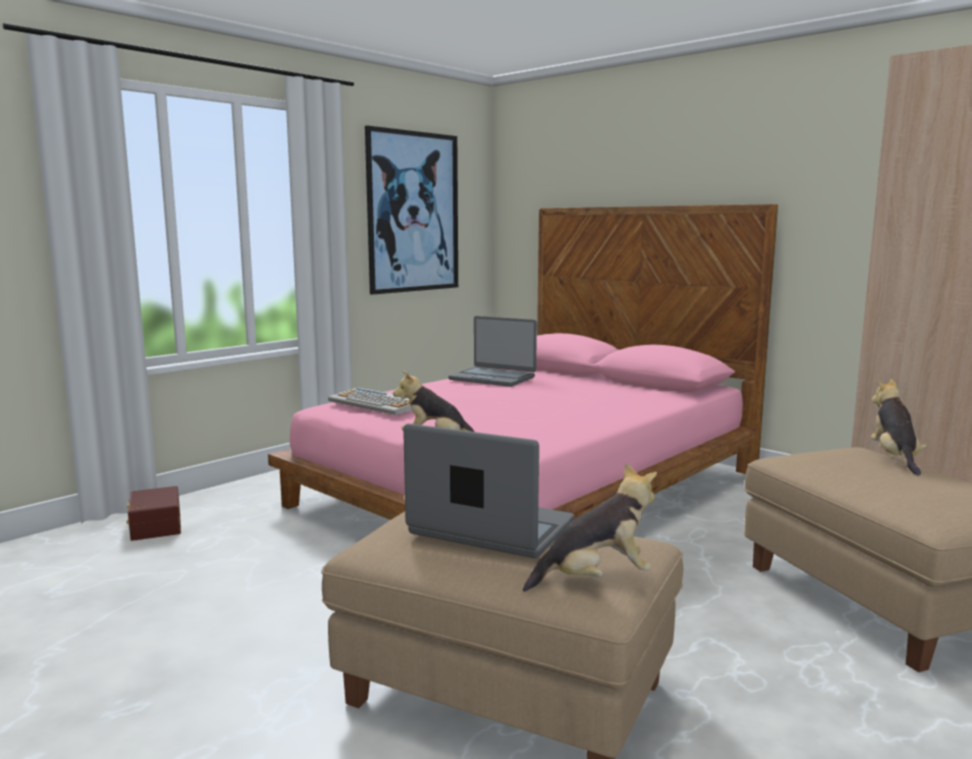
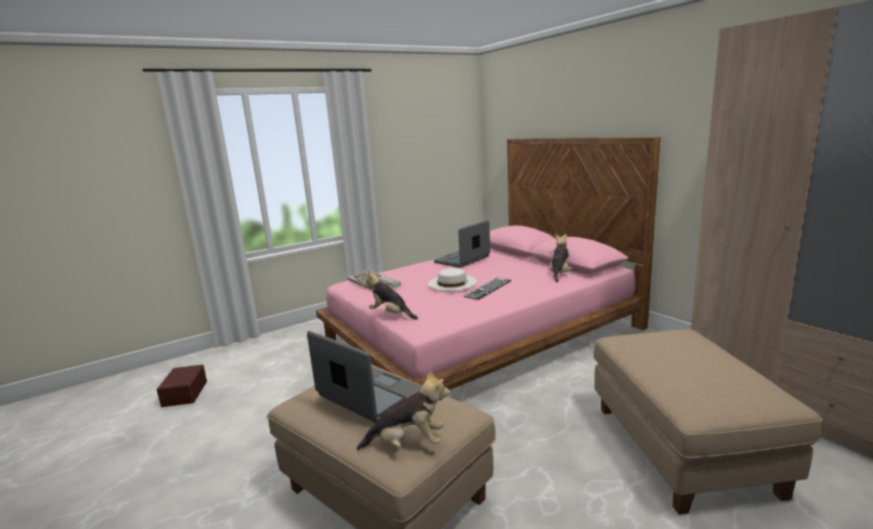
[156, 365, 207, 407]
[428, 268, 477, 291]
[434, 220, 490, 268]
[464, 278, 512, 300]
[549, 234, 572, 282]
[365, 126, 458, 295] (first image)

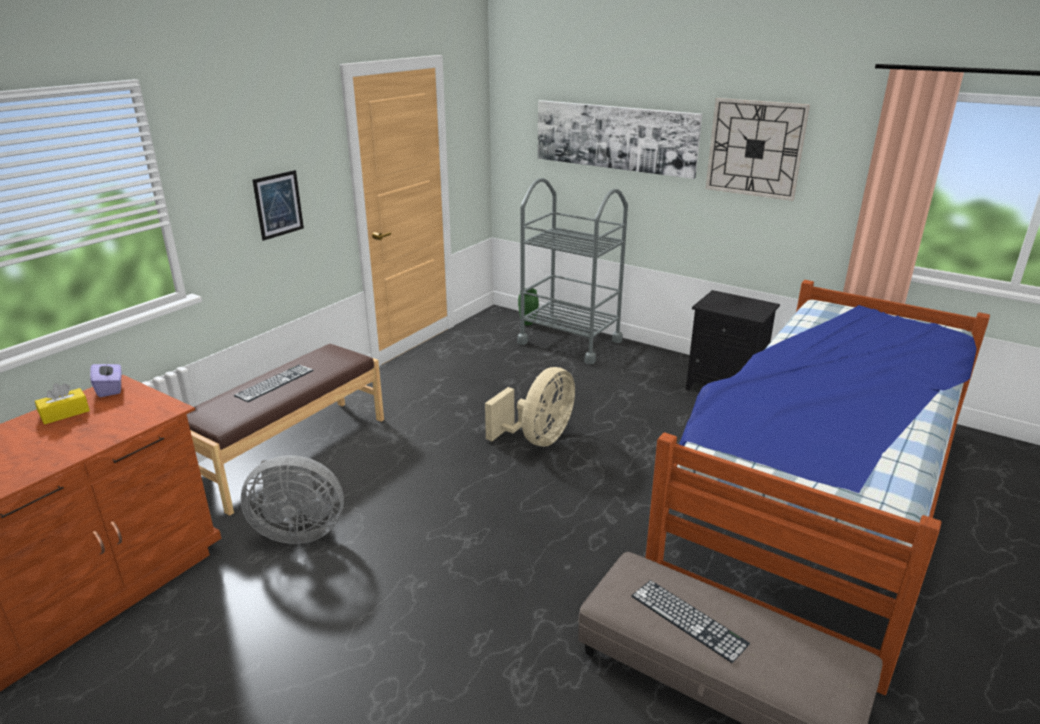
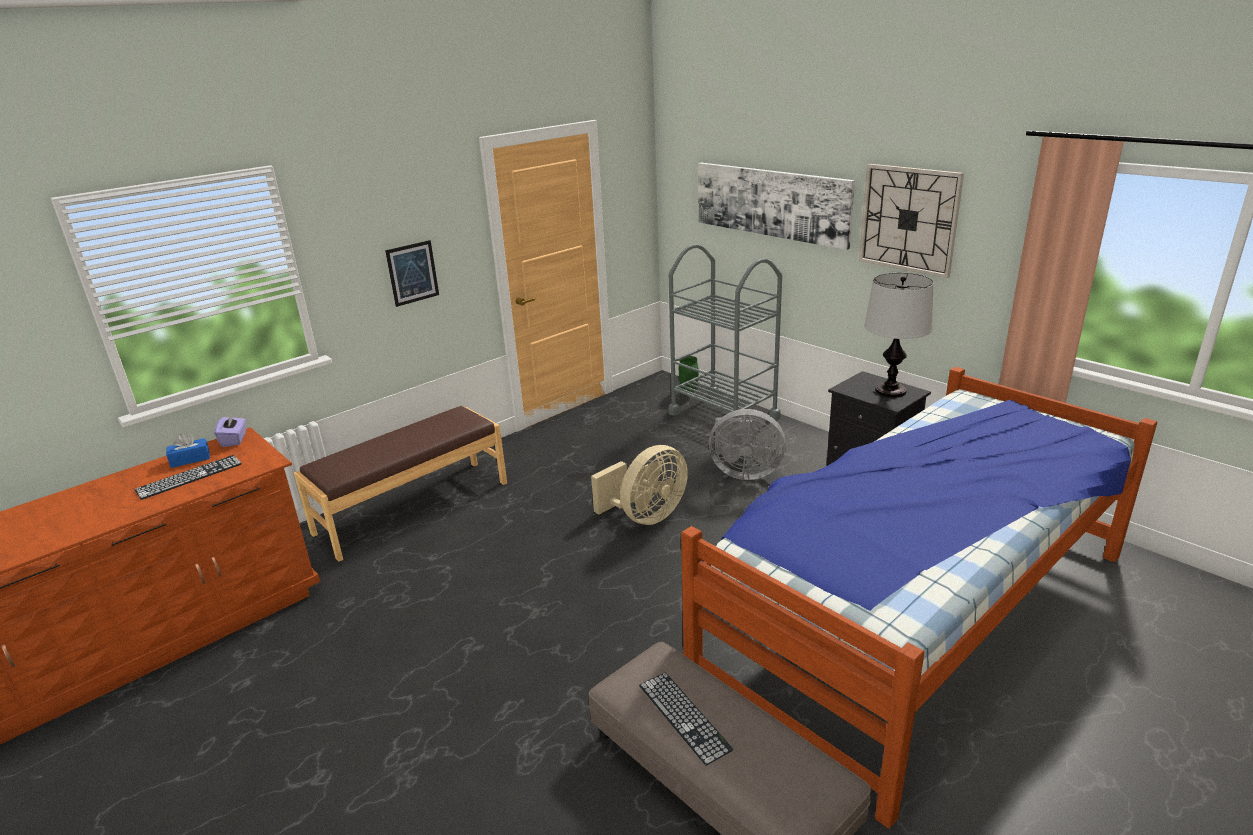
[134, 455, 242, 500]
[166, 433, 210, 468]
[709, 409, 786, 480]
[864, 273, 934, 398]

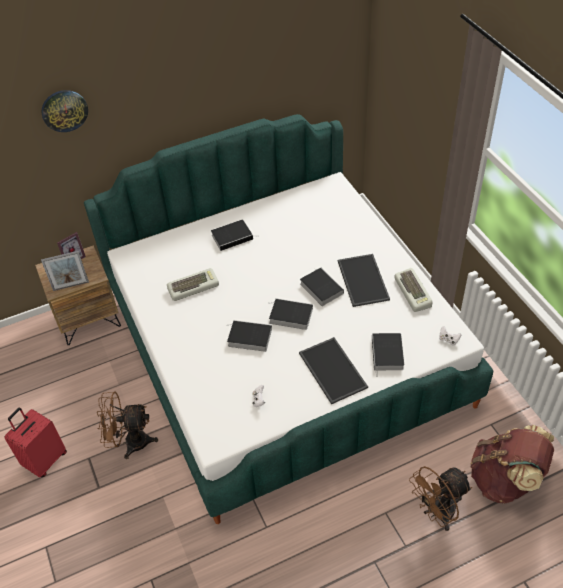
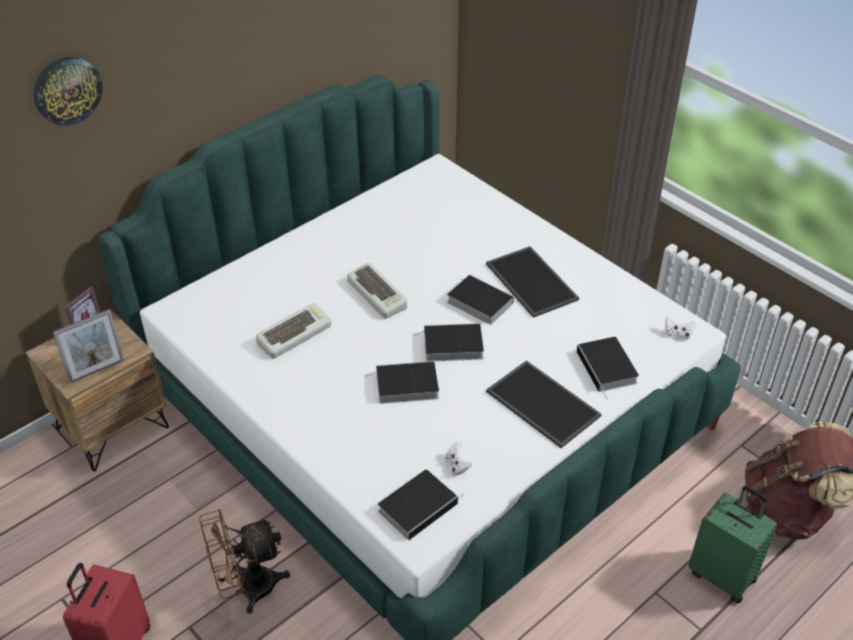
[347, 262, 407, 318]
[378, 469, 464, 540]
[689, 485, 777, 603]

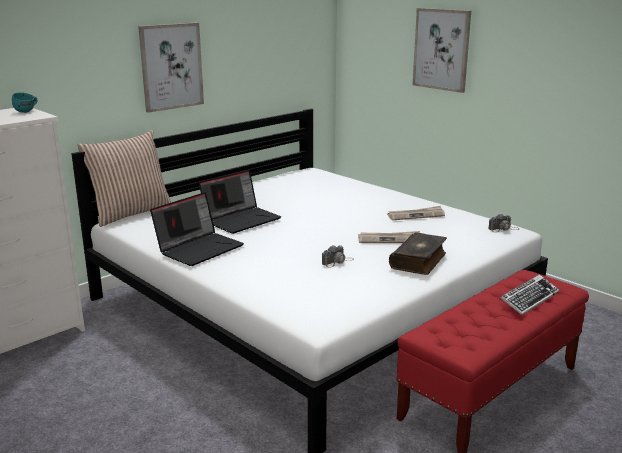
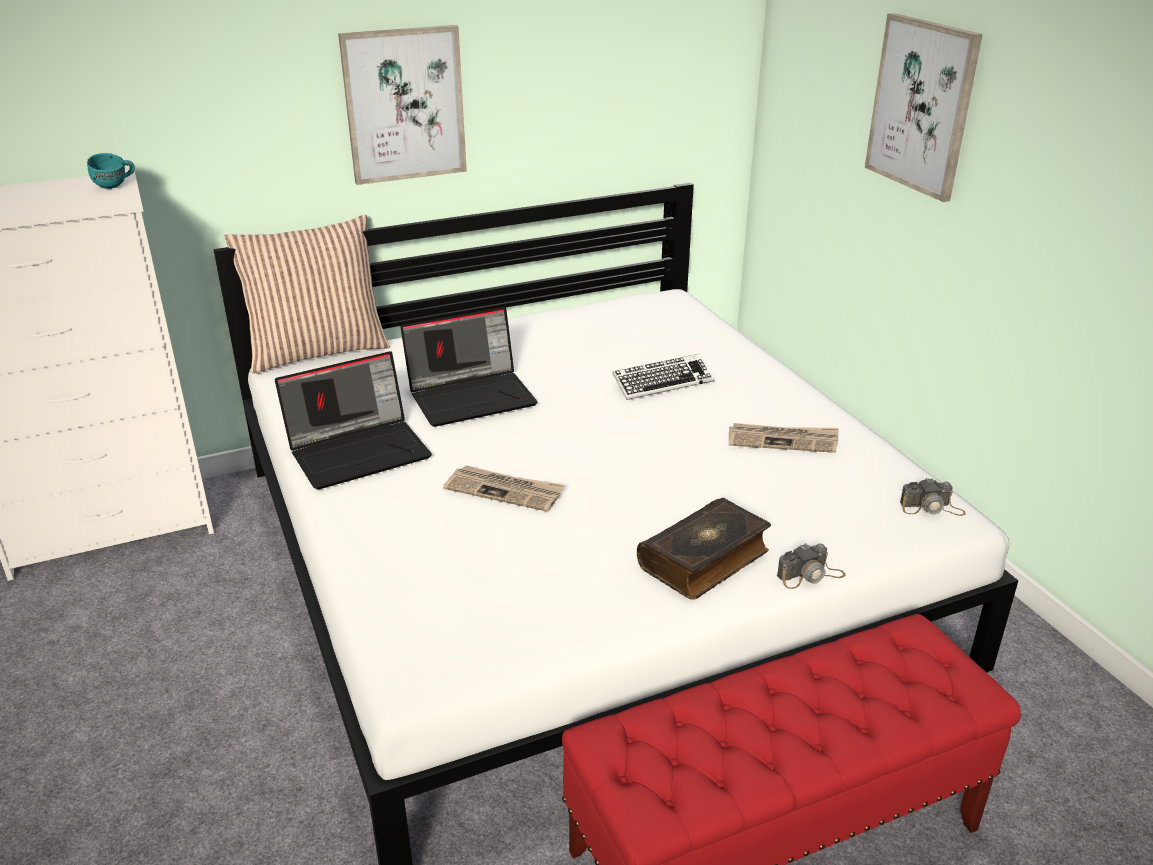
[443, 465, 565, 512]
[612, 354, 715, 400]
[777, 544, 845, 589]

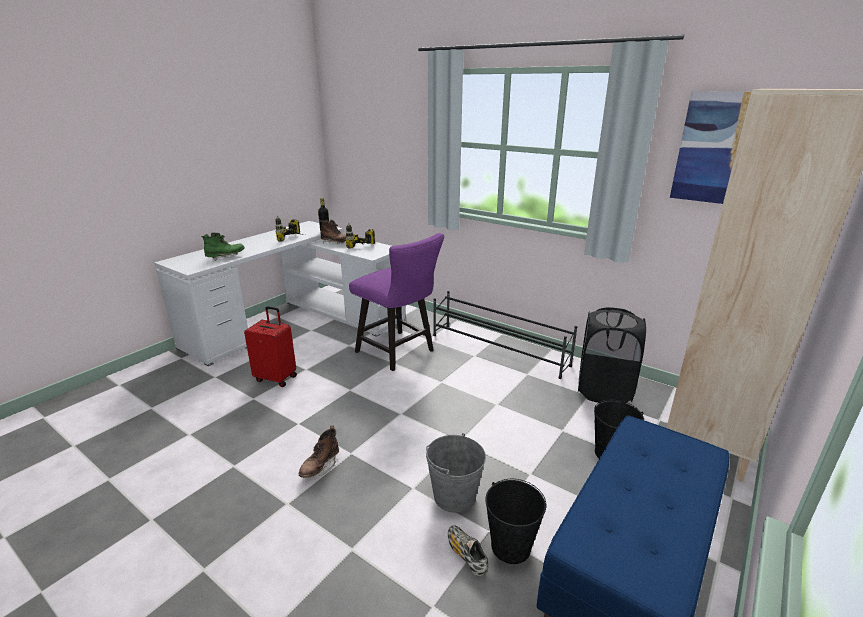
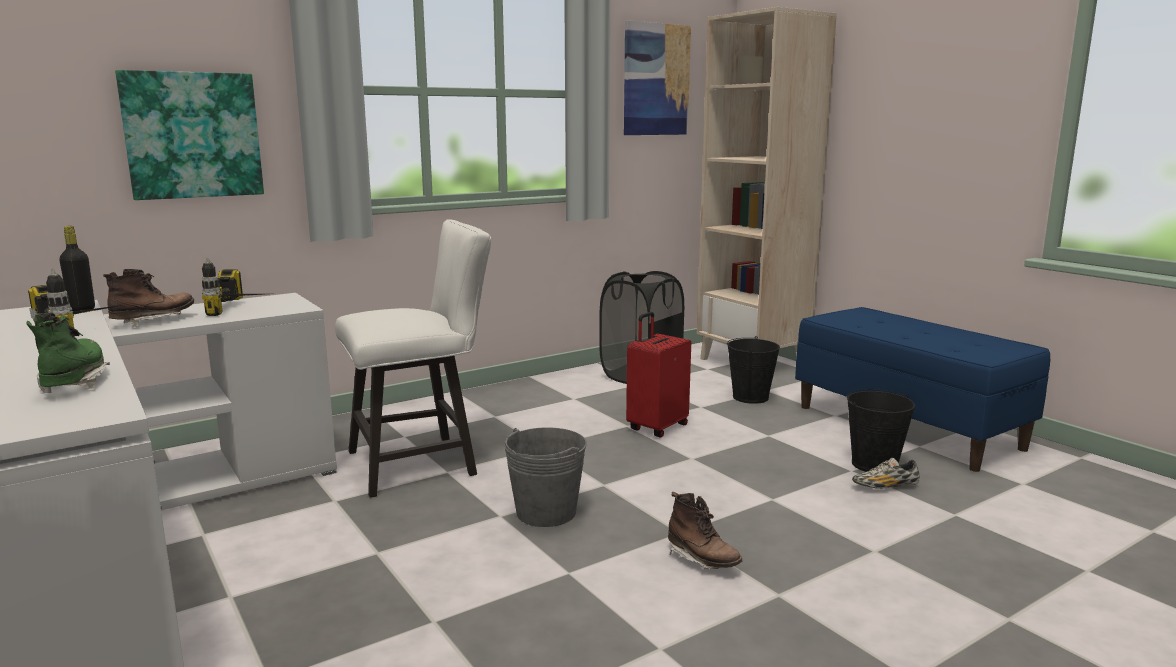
[115, 70, 264, 200]
[335, 219, 491, 498]
[504, 427, 587, 527]
[626, 312, 691, 437]
[433, 291, 577, 379] (first image)

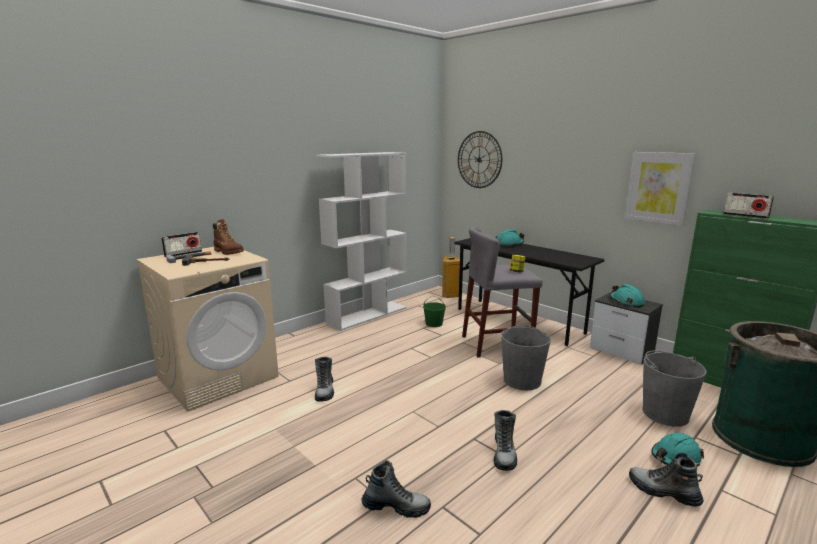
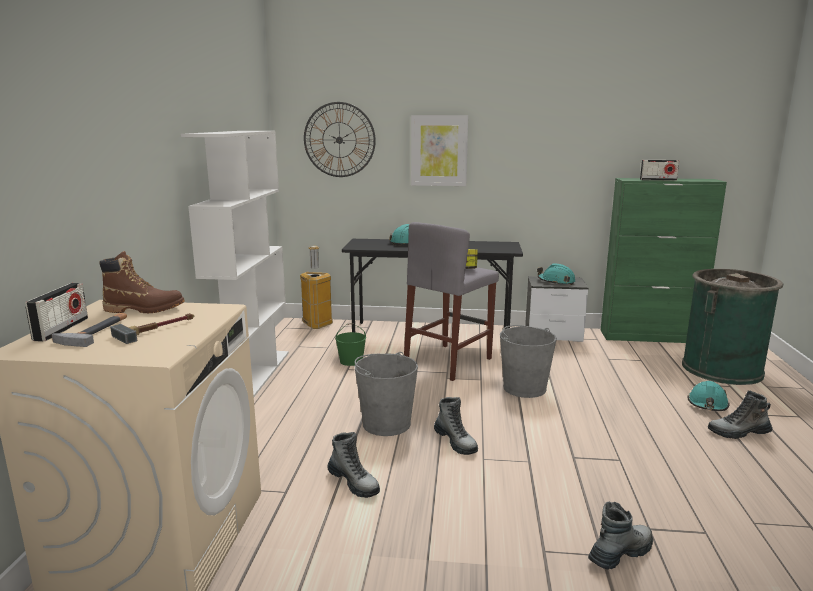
[354, 352, 418, 436]
[411, 115, 468, 186]
[434, 397, 478, 455]

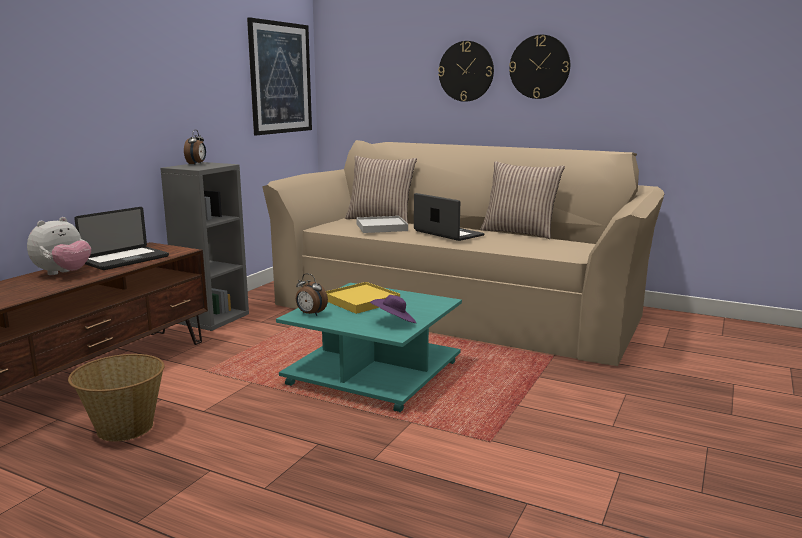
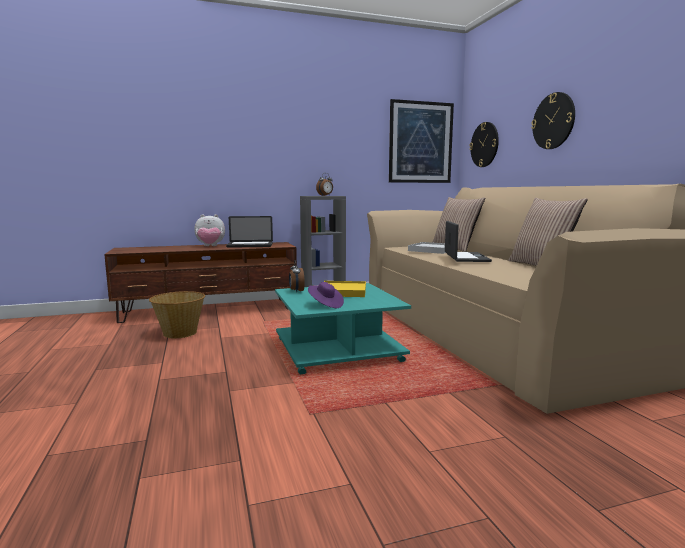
[469, 122, 499, 167]

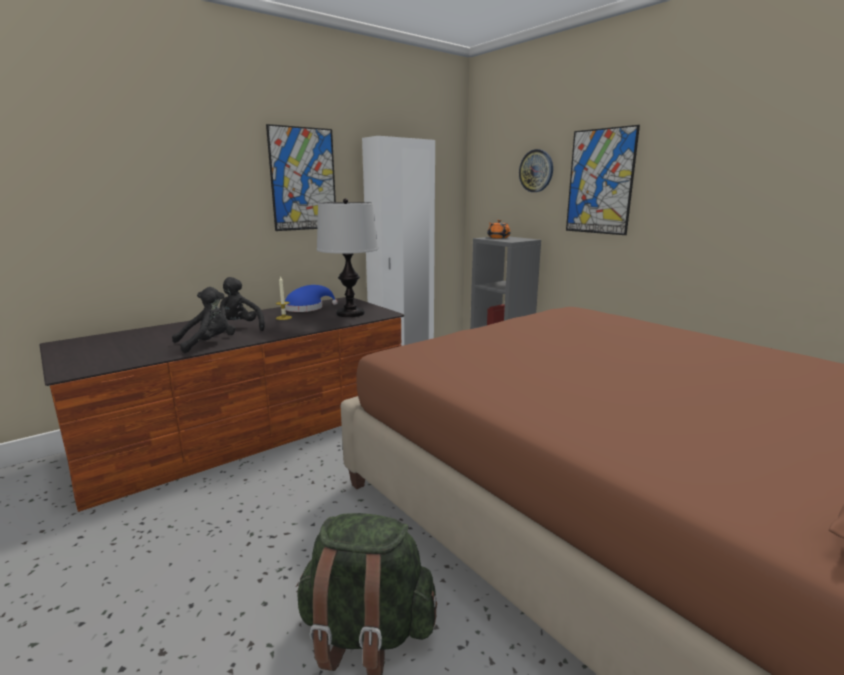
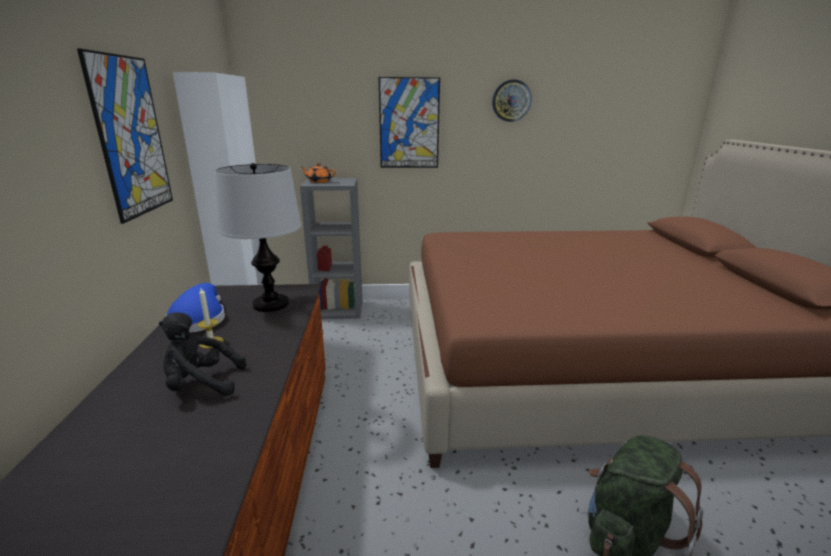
[492, 80, 532, 122]
[172, 287, 228, 353] (first image)

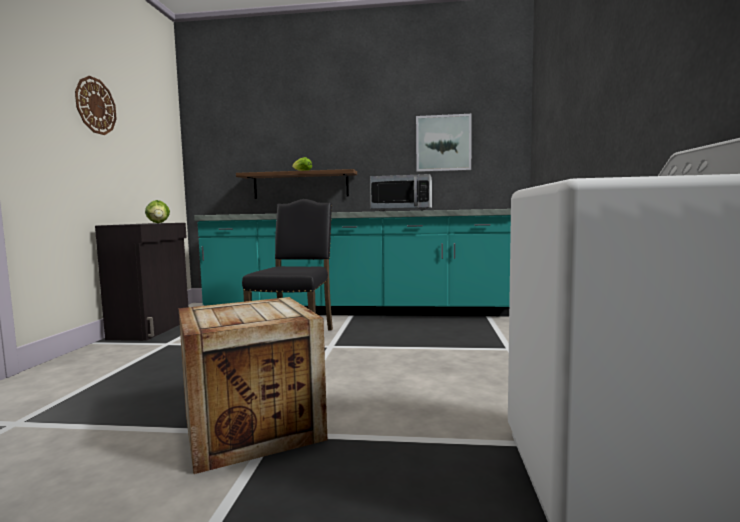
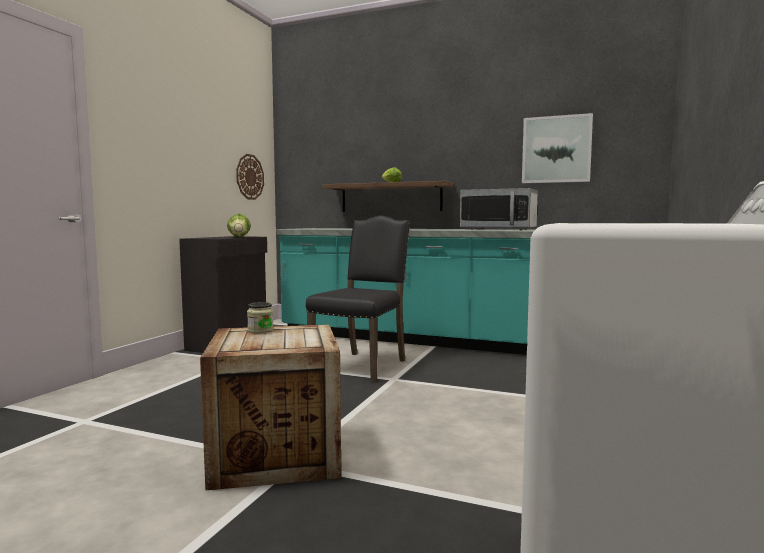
[236, 154, 264, 200]
[247, 302, 274, 333]

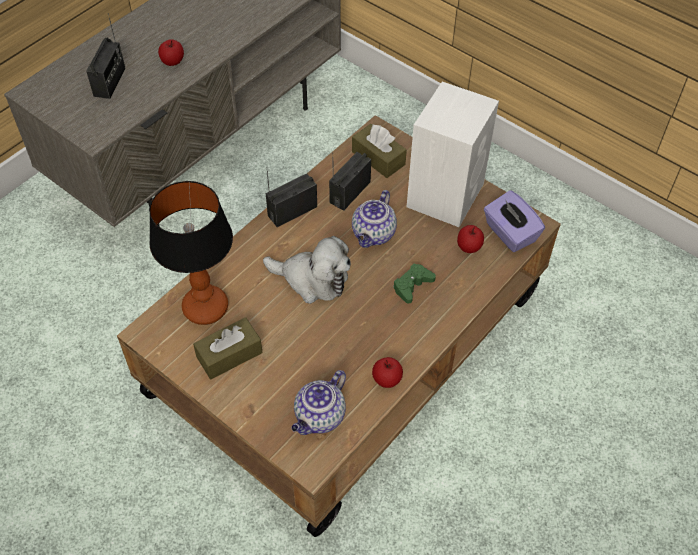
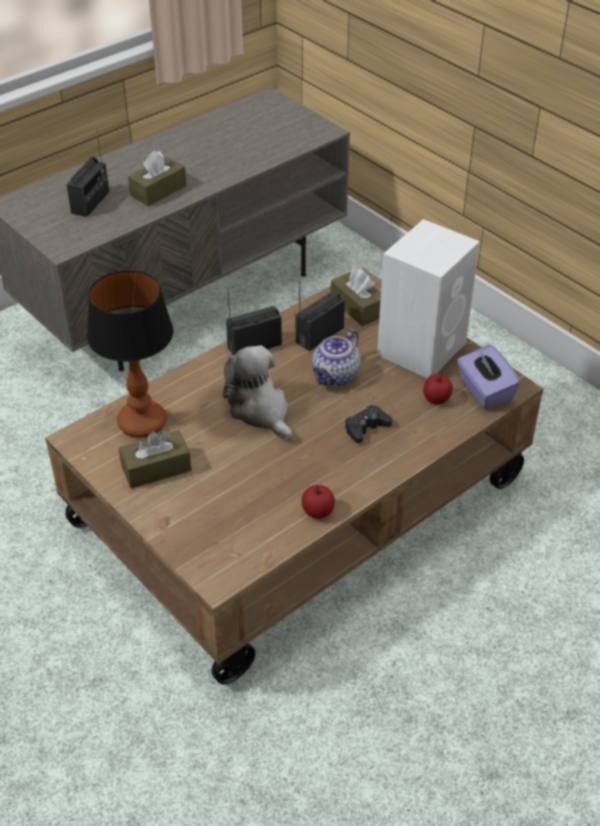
[128, 150, 187, 206]
[223, 345, 292, 440]
[345, 405, 392, 443]
[292, 370, 346, 435] (first image)

